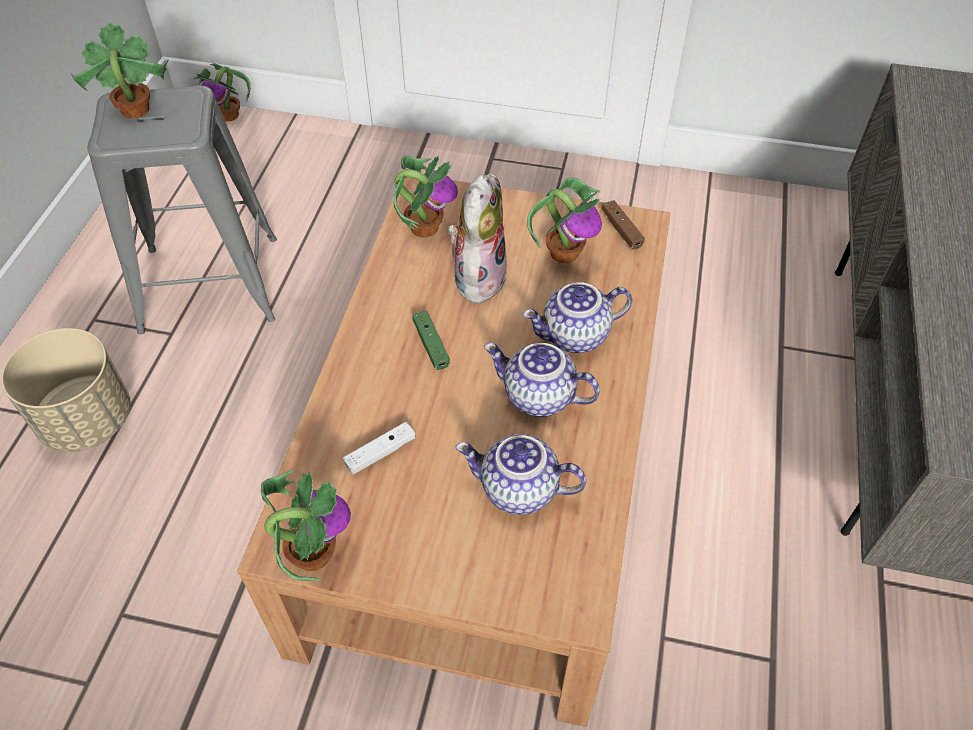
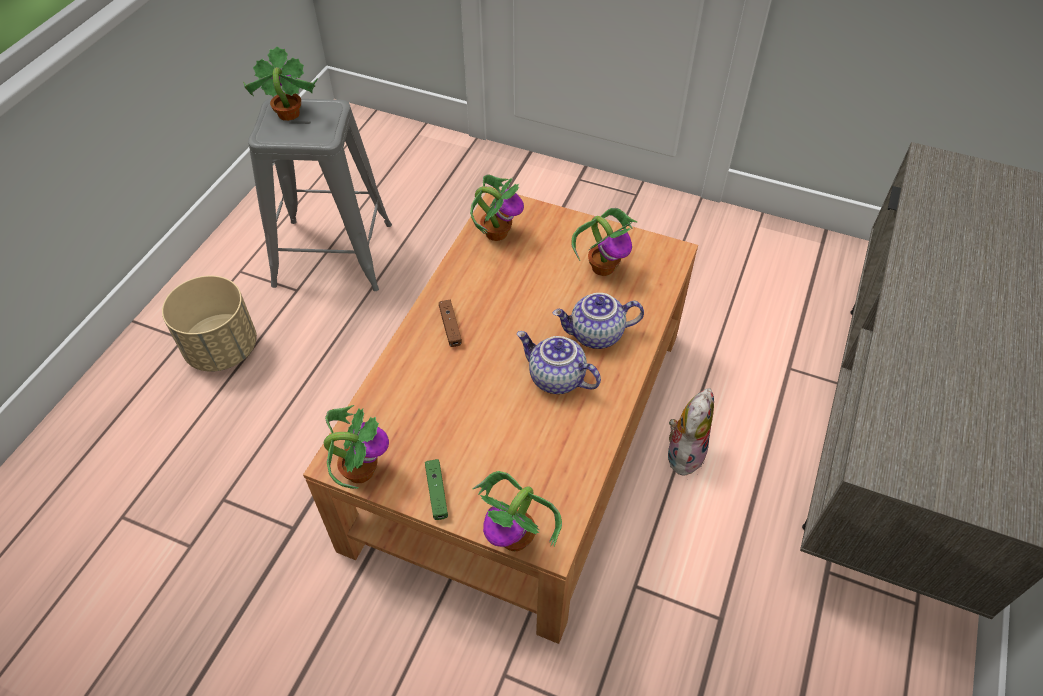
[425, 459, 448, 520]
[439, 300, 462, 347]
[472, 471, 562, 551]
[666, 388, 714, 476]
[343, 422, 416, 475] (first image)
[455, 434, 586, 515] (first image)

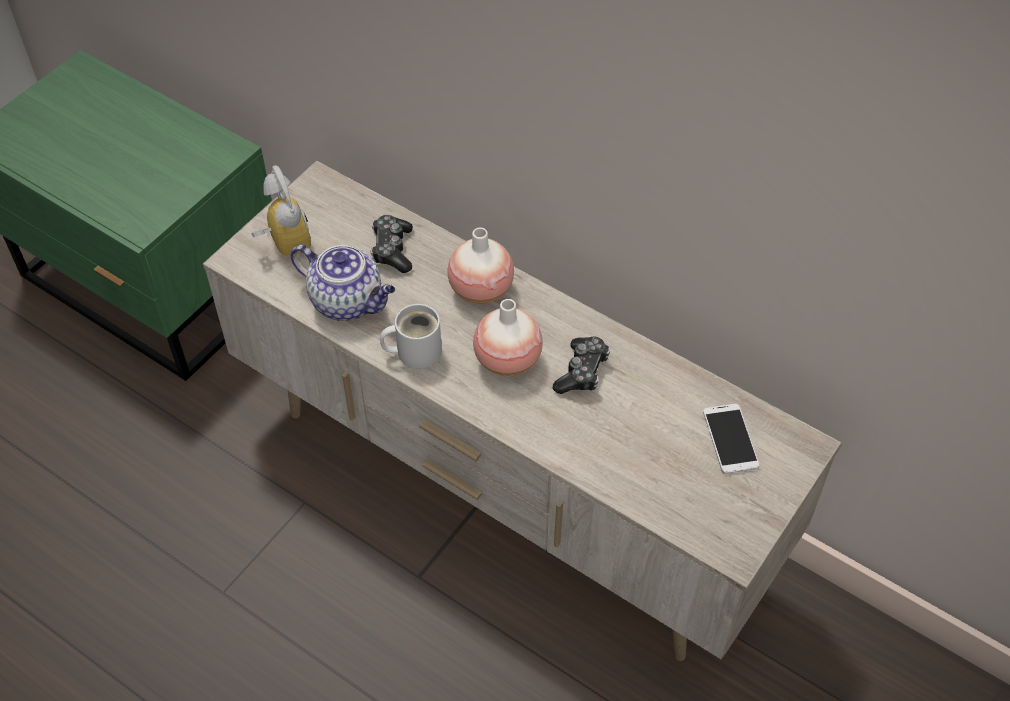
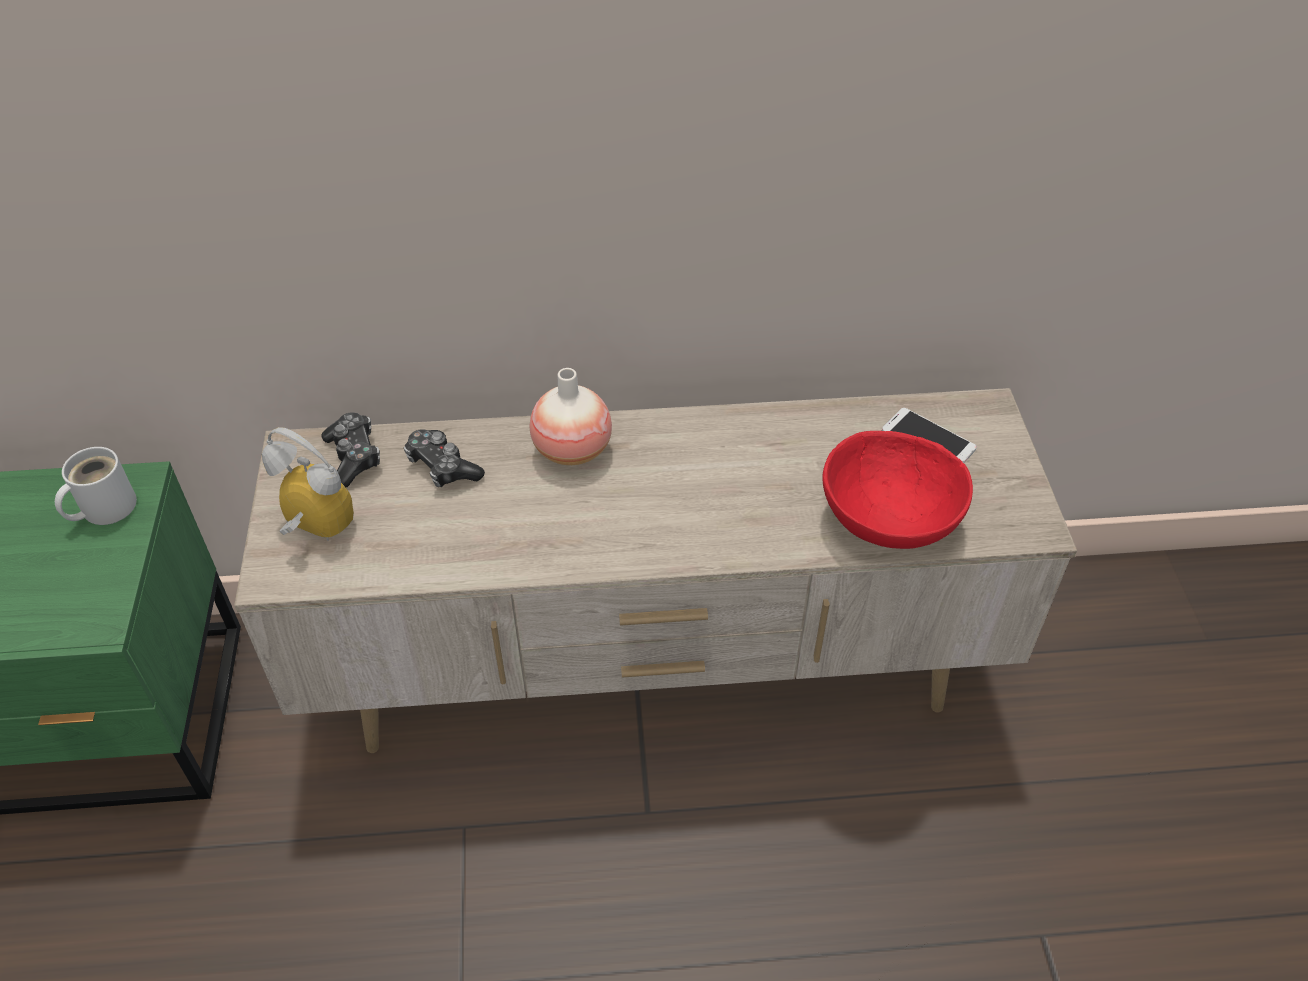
[55, 447, 137, 525]
[321, 412, 380, 487]
[822, 431, 973, 549]
[290, 244, 395, 321] (first image)
[473, 299, 543, 376] (first image)

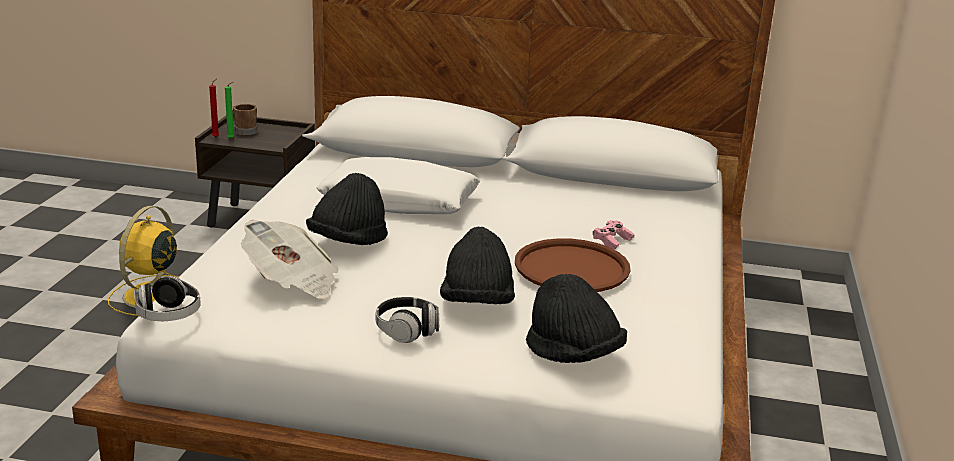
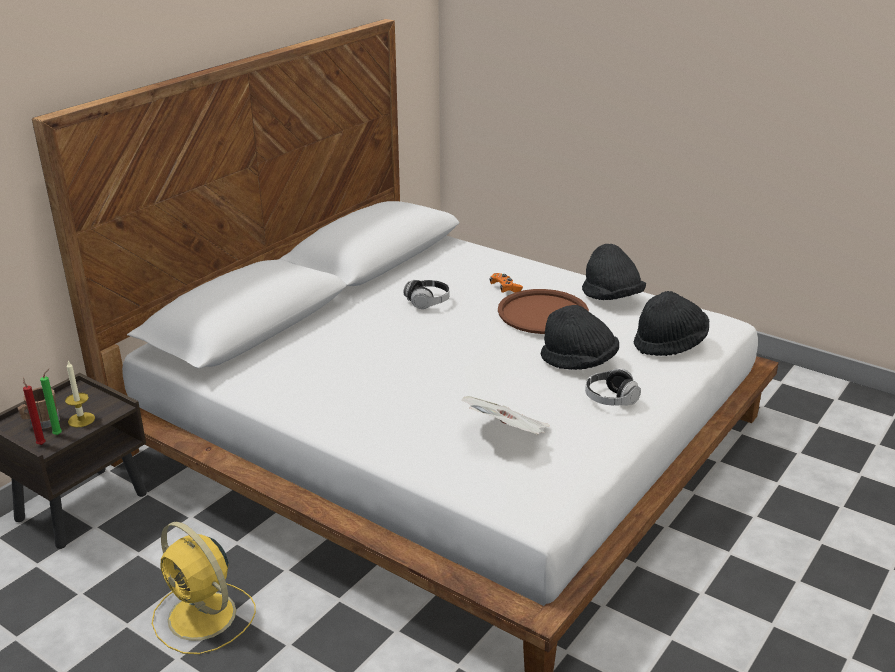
[65, 361, 95, 427]
[404, 280, 450, 309]
[489, 273, 523, 293]
[582, 244, 646, 300]
[317, 157, 480, 214] (first image)

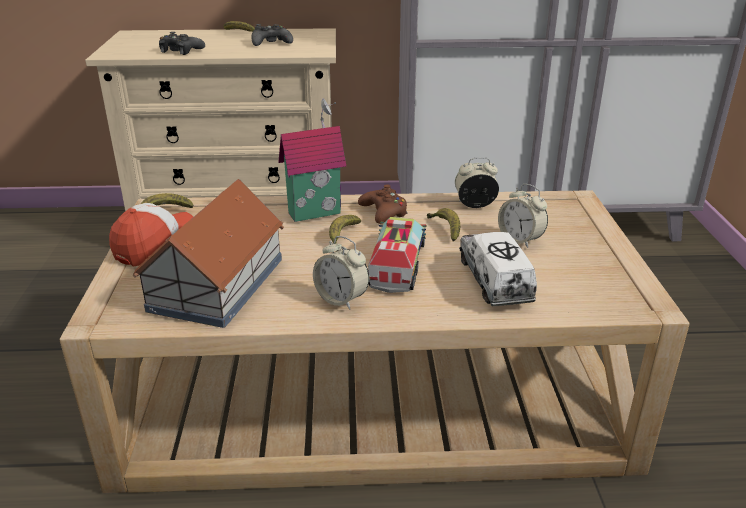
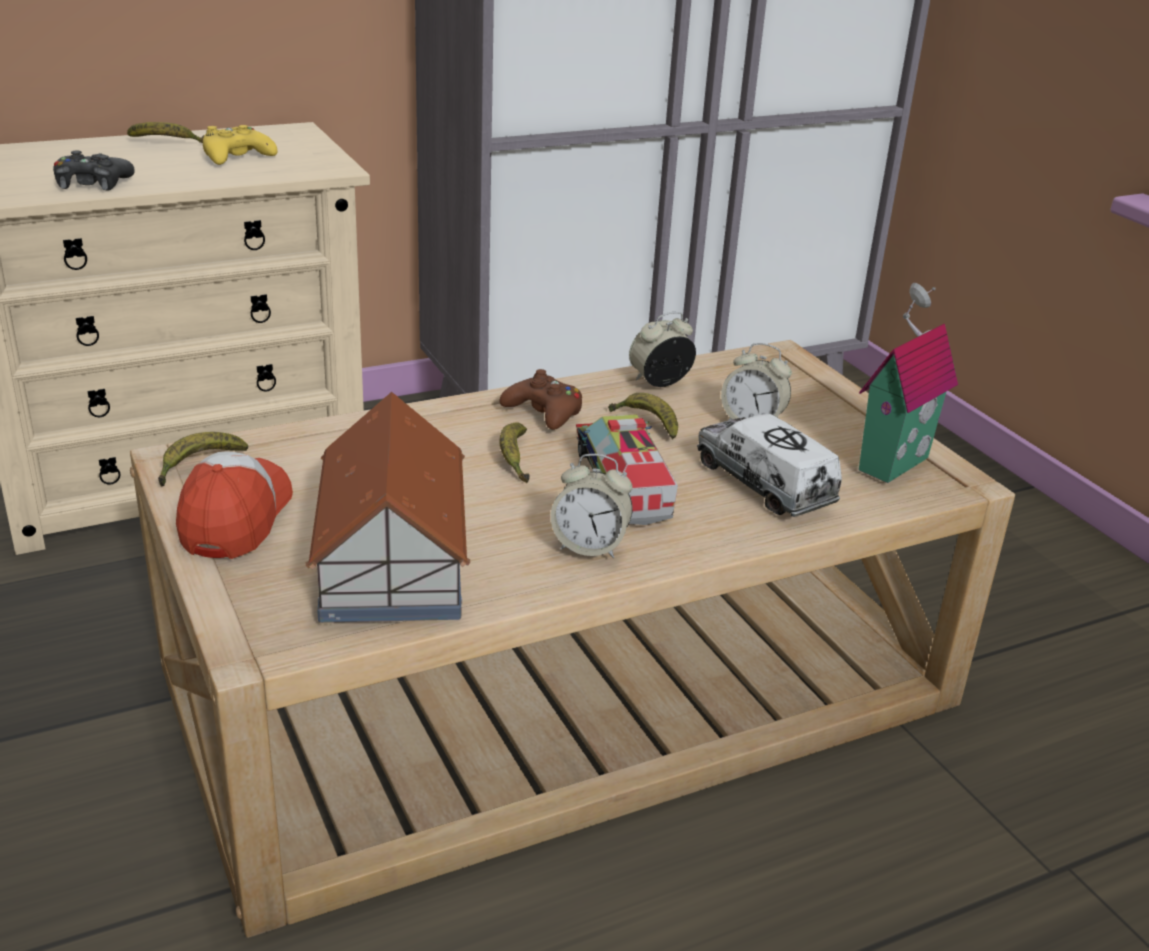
[203, 125, 277, 165]
[859, 283, 958, 483]

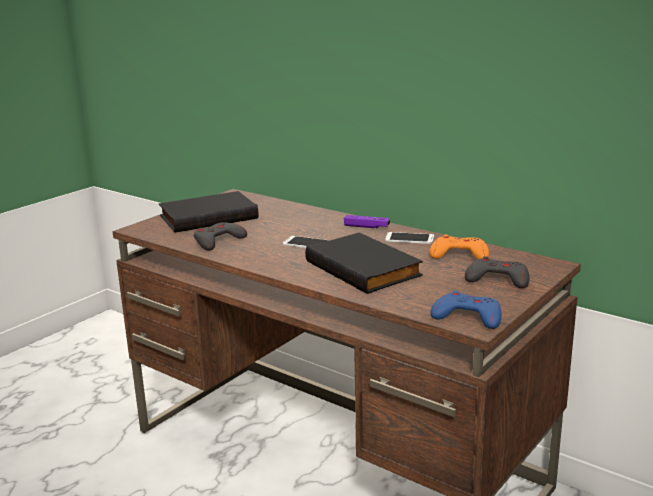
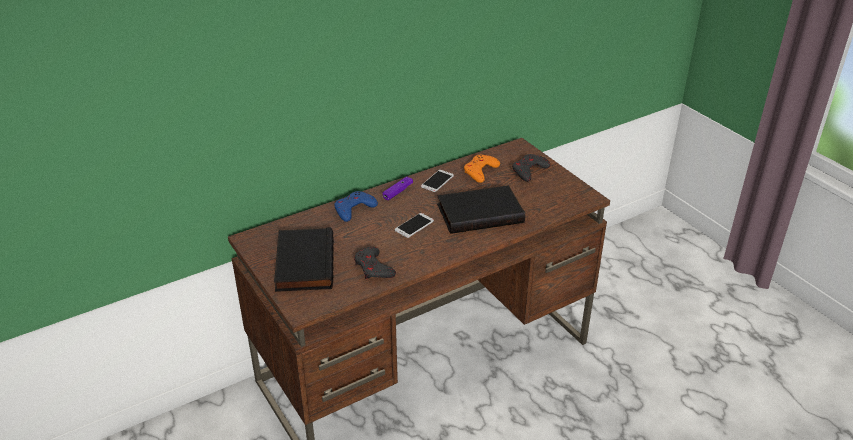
[334, 191, 378, 222]

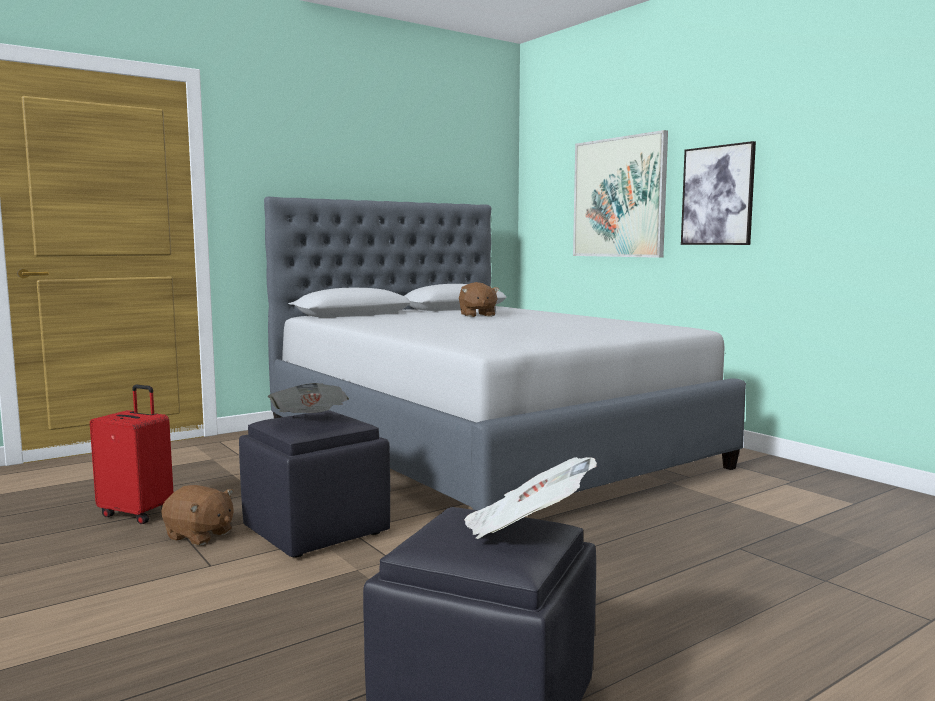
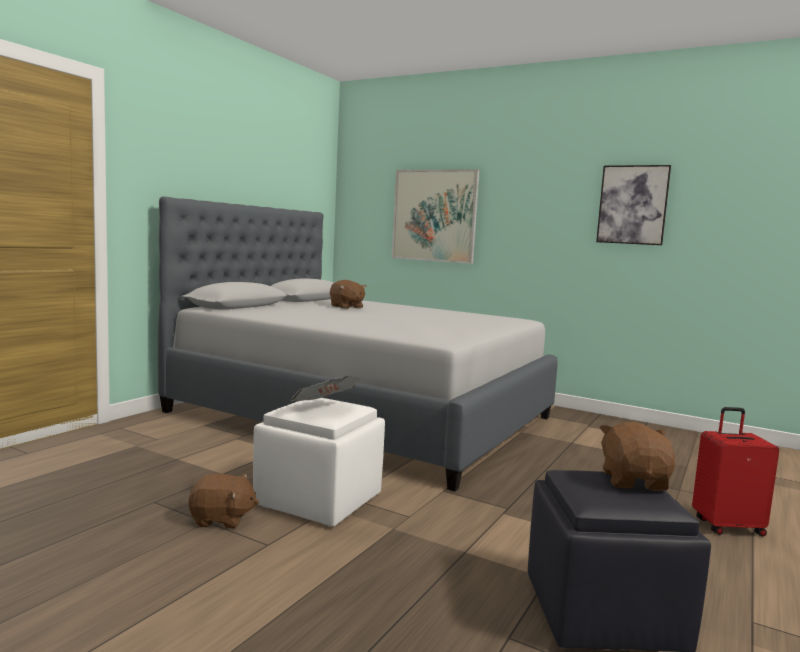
[253, 398, 385, 527]
[596, 165, 671, 245]
[599, 422, 675, 491]
[692, 407, 779, 536]

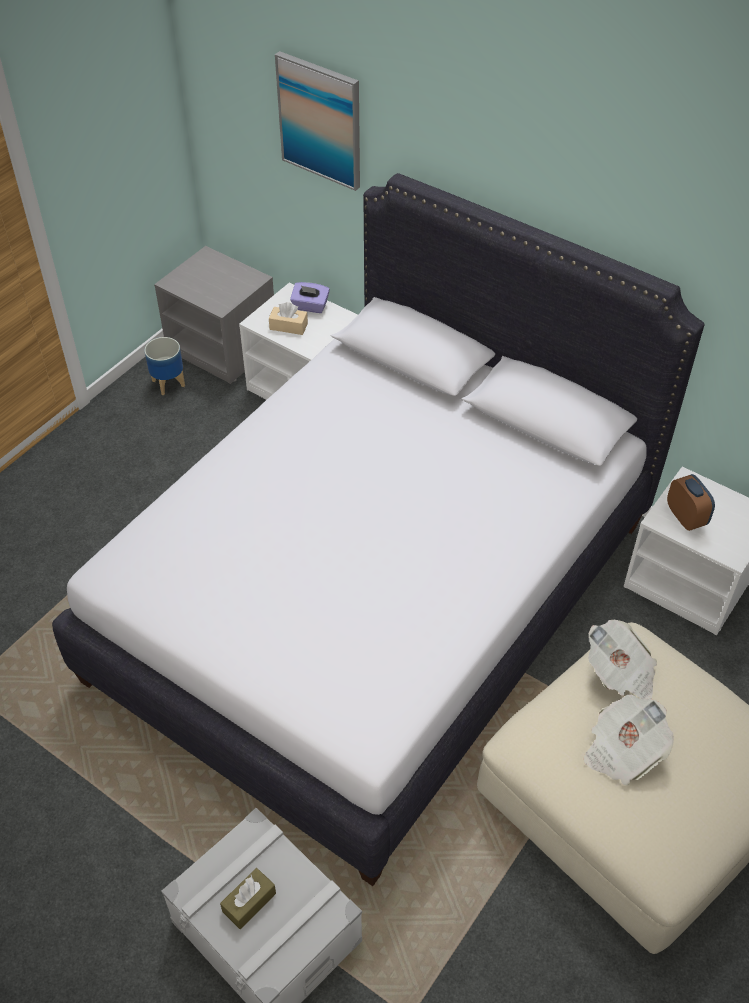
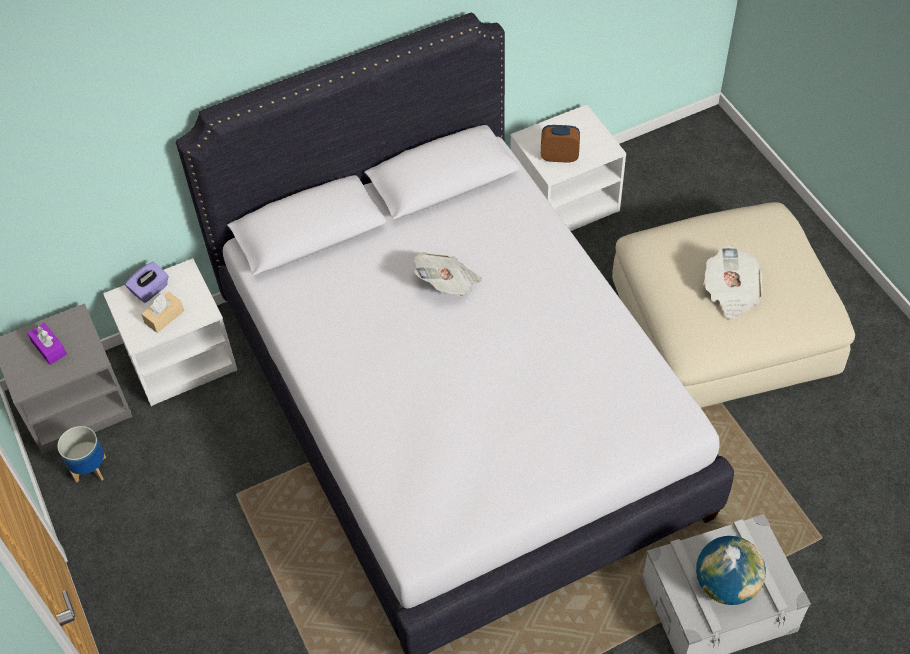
[27, 323, 67, 365]
[414, 252, 482, 296]
[696, 536, 766, 605]
[275, 51, 360, 191] (first image)

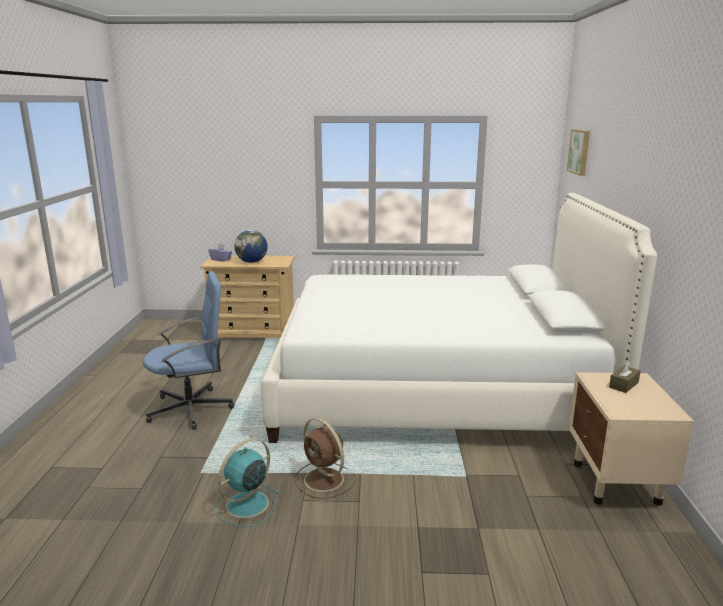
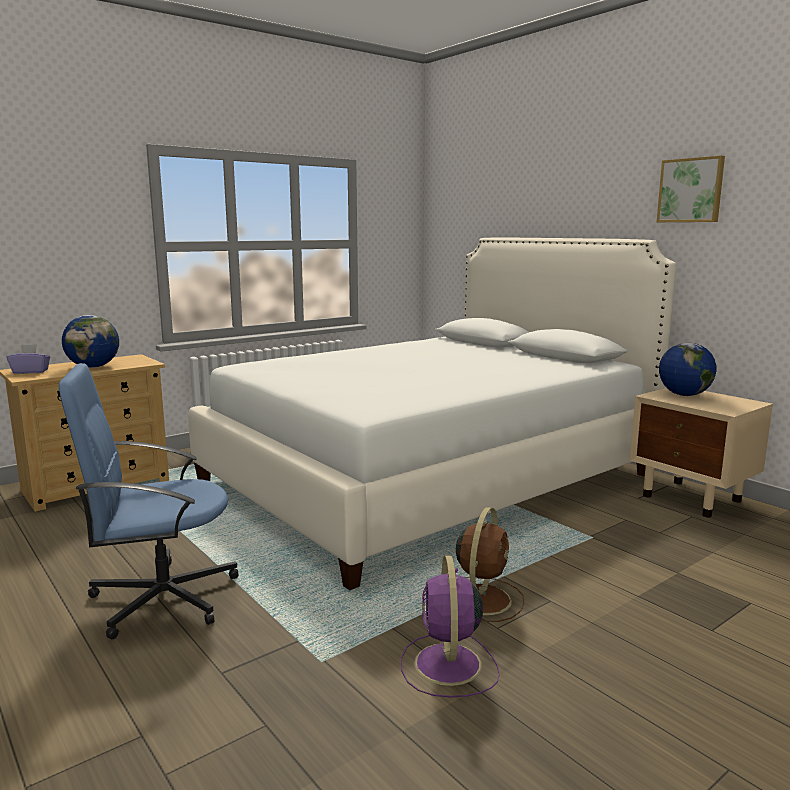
[59, 363, 239, 639]
[401, 555, 500, 698]
[456, 507, 524, 622]
[657, 156, 725, 222]
[659, 343, 716, 396]

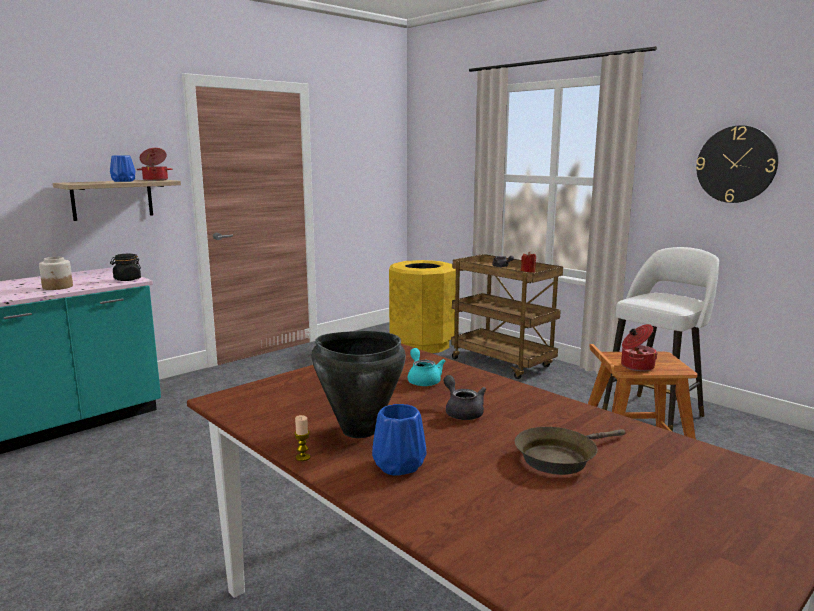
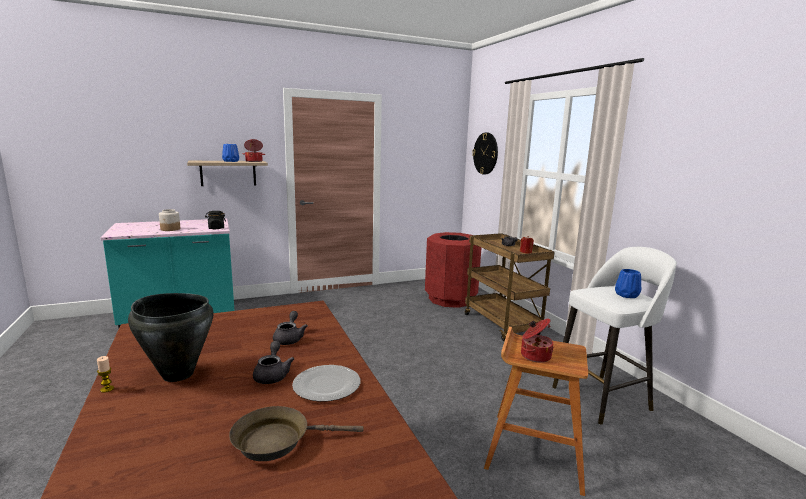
[273, 311, 308, 345]
[292, 365, 360, 402]
[425, 232, 481, 308]
[472, 132, 498, 175]
[615, 269, 641, 298]

